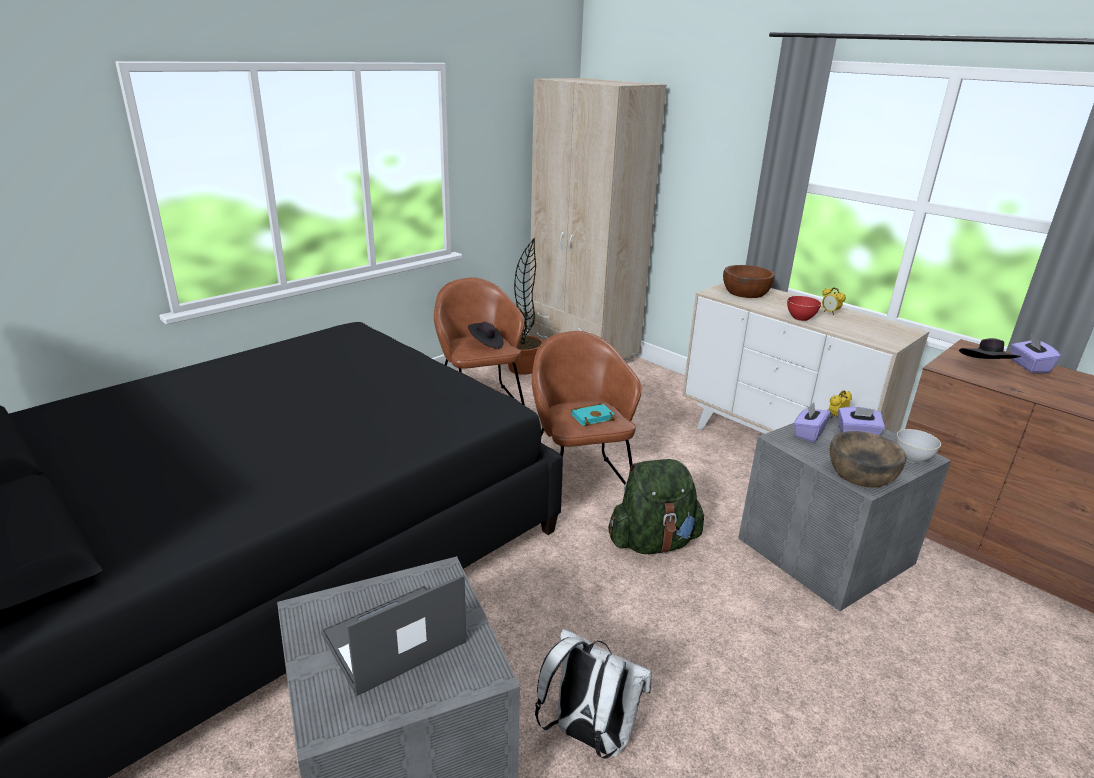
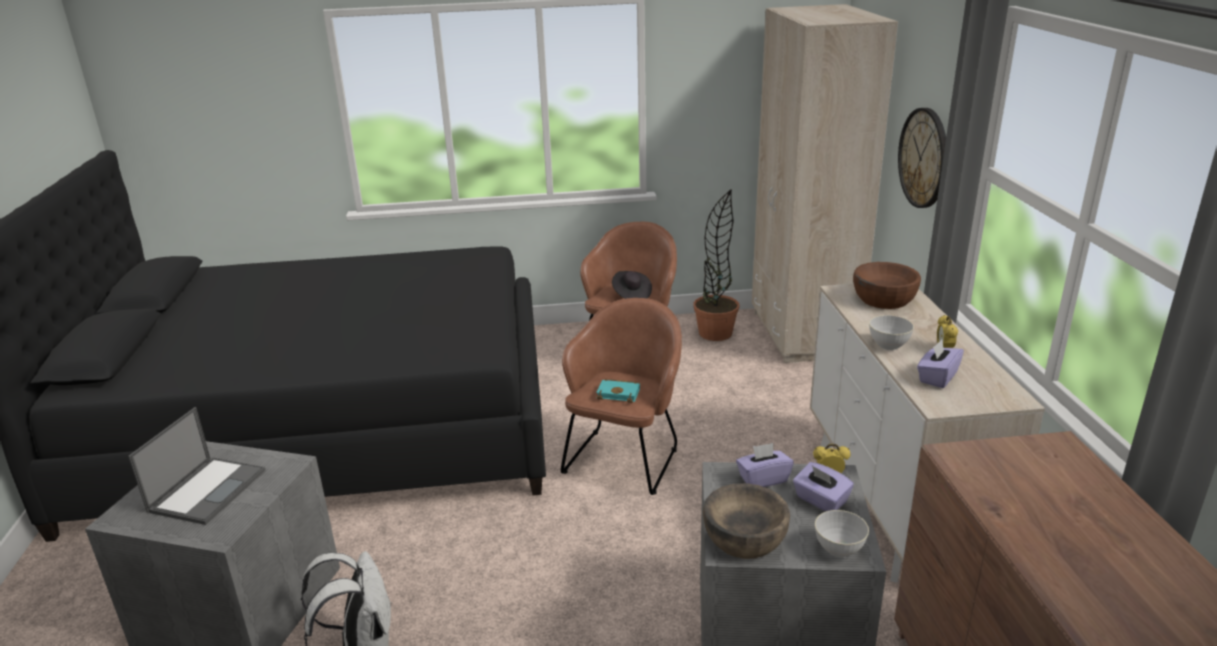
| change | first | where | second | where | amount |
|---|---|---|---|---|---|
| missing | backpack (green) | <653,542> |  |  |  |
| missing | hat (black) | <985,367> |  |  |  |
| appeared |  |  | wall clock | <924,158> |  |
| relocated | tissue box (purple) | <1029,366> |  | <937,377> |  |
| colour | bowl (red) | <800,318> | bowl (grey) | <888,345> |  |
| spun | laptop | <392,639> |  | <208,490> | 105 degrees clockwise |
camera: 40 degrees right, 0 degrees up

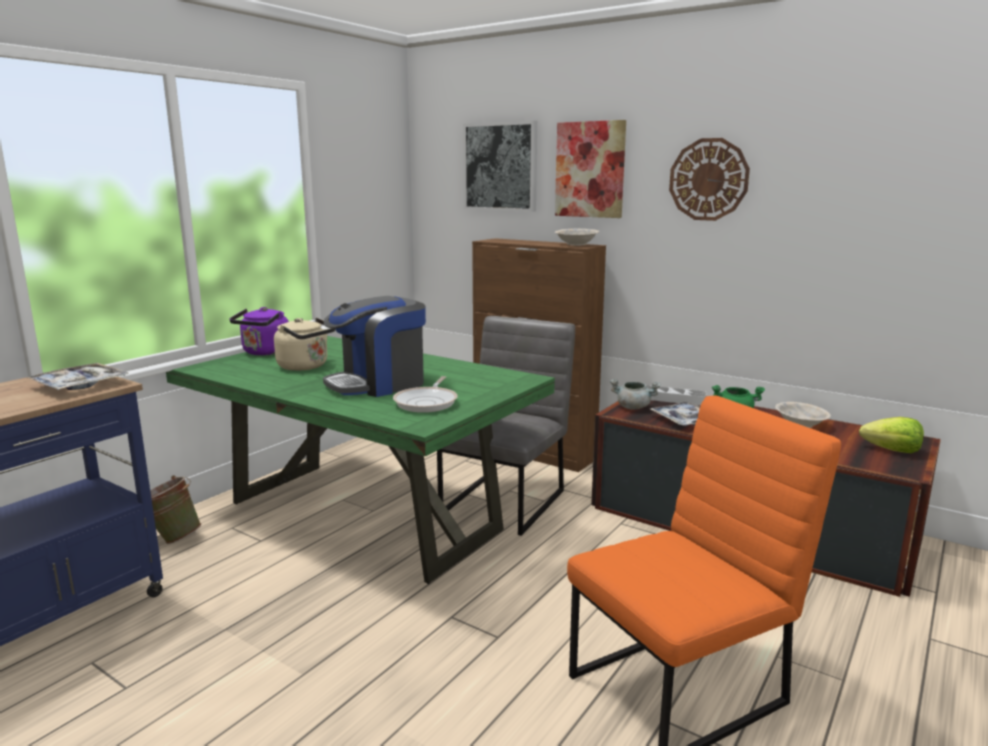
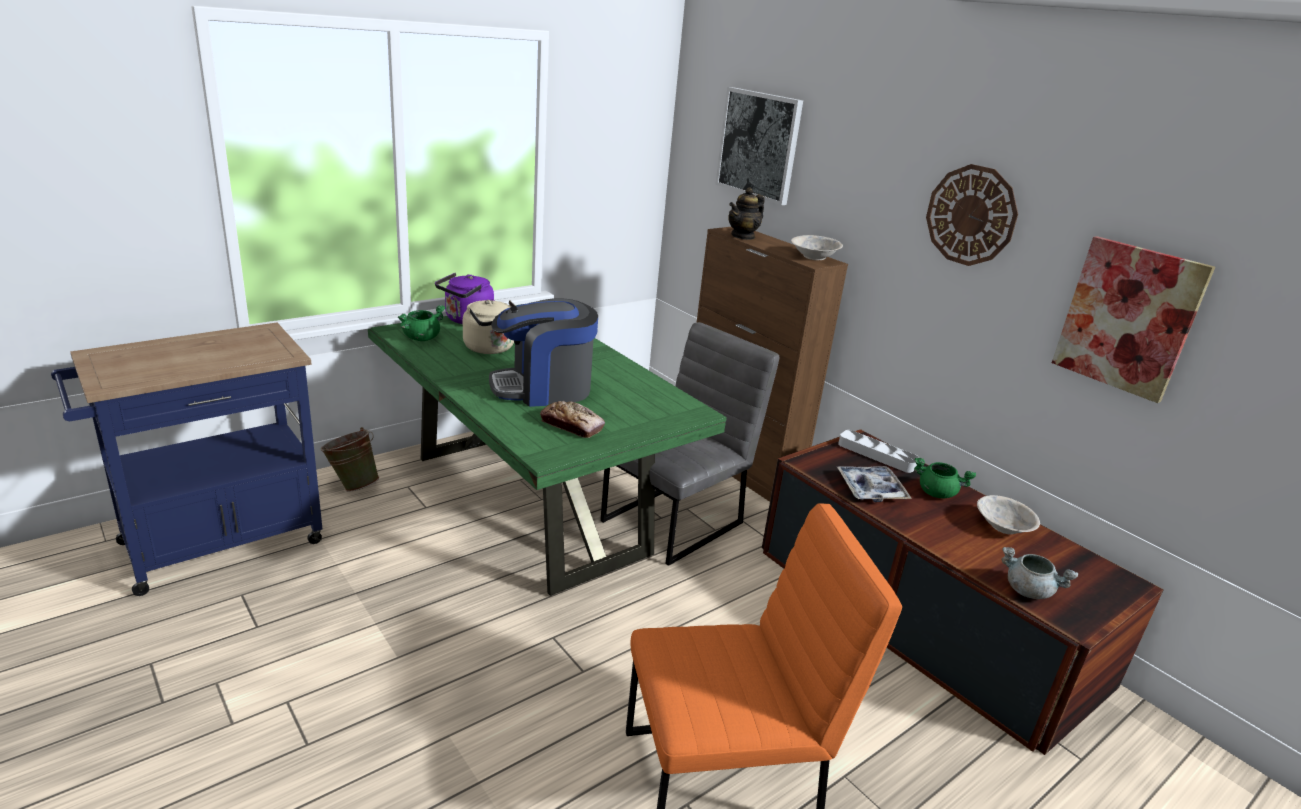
| change | first | where | second | where | amount |
|---|---|---|---|---|---|
| missing | tray | <80,385> |  |  |  |
| missing | lettuce | <892,450> |  |  |  |
| appeared |  |  | cooking pot (green) | <421,338> |  |
| appeared |  |  | teapot | <743,236> |  |
| relocated | picture | <590,169> |  | <1128,318> |  |
| relocated | cooking pot (grey) | <633,407> |  | <1028,590> |  |
| exchanged | frying pan | <427,402> | bread | <572,425> |  |
camera: 15 degrees right, 10 degrees up

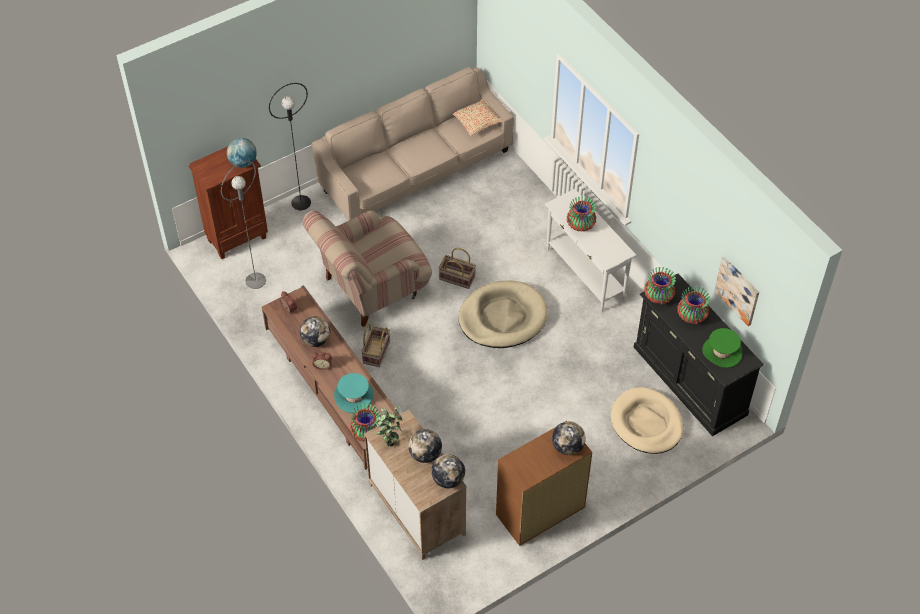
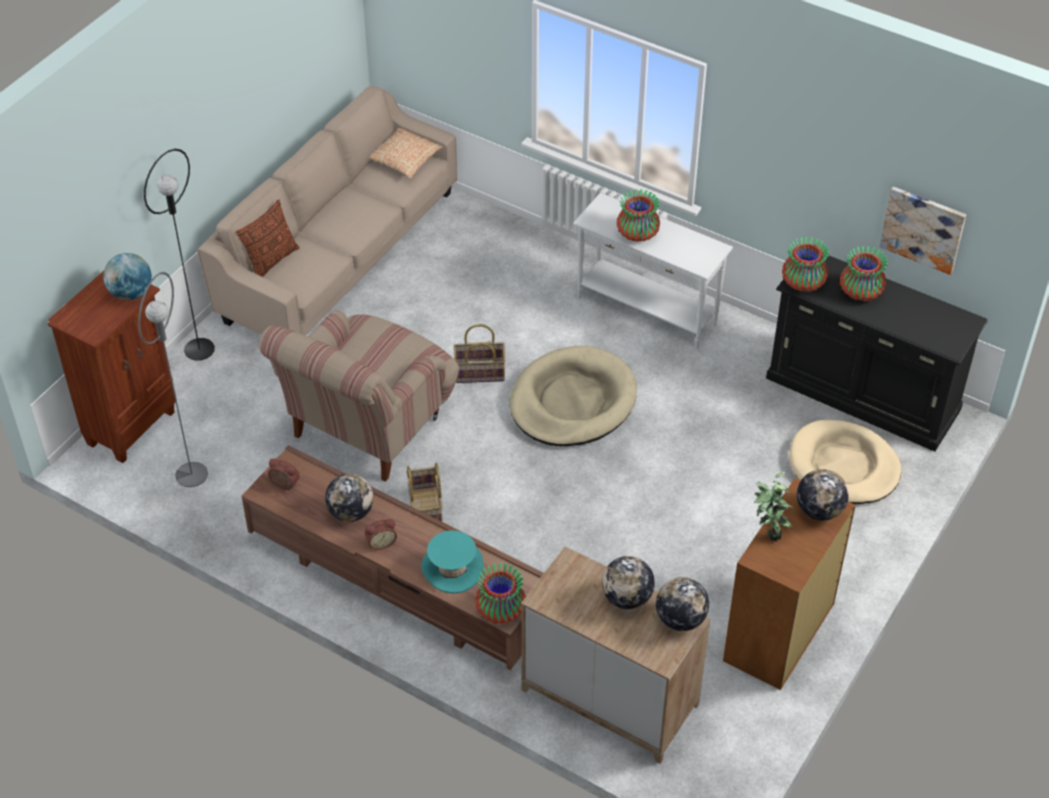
| change | first | where | second | where | amount |
|---|---|---|---|---|---|
| missing | hat (green) | <722,352> |  |  |  |
| appeared |  |  | pillow (brown) | <272,261> |  |
| relocated | potted plant | <389,439> |  | <768,531> |  |
camera: 25 degrees left, 5 degrees down

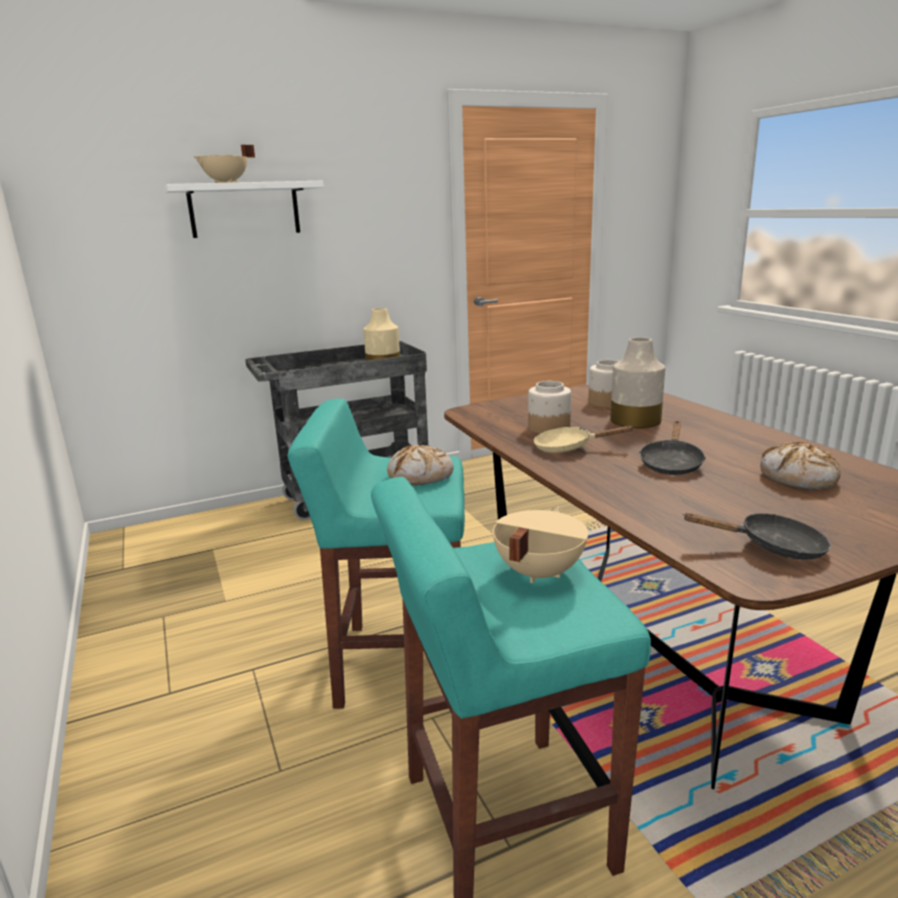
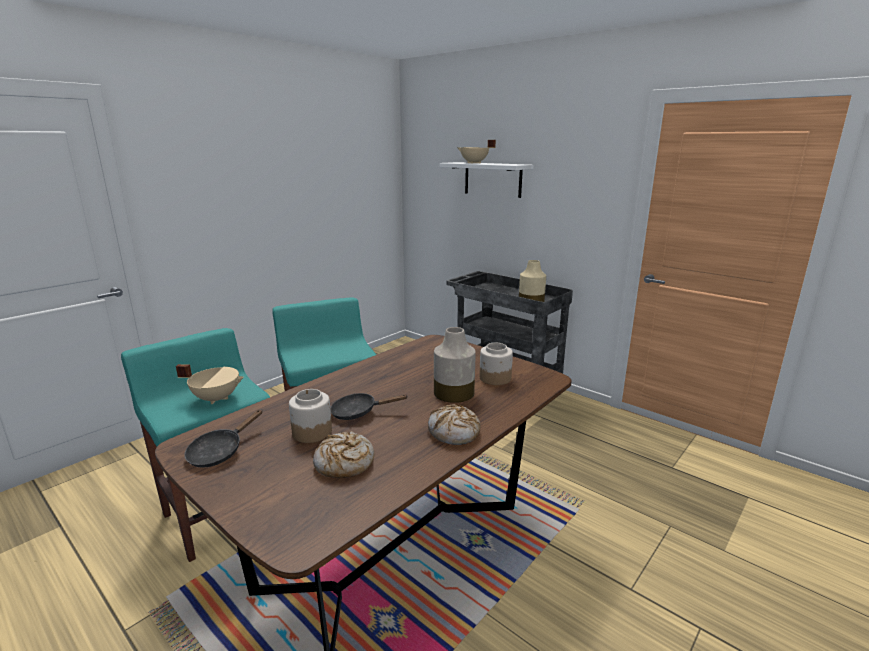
| change | first | where | second | where | amount |
|---|---|---|---|---|---|
| missing | frying pan (beige) | <568,447> |  |  |  |
| relocated | bread | <421,475> |  | <454,432> |  |
| relocated | jar | <548,428> |  | <312,432> |  |
| spun | frying pan (black) | <772,547> |  | <219,452> | 45 degrees clockwise |
camera: 65 degrees right, 0 degrees up

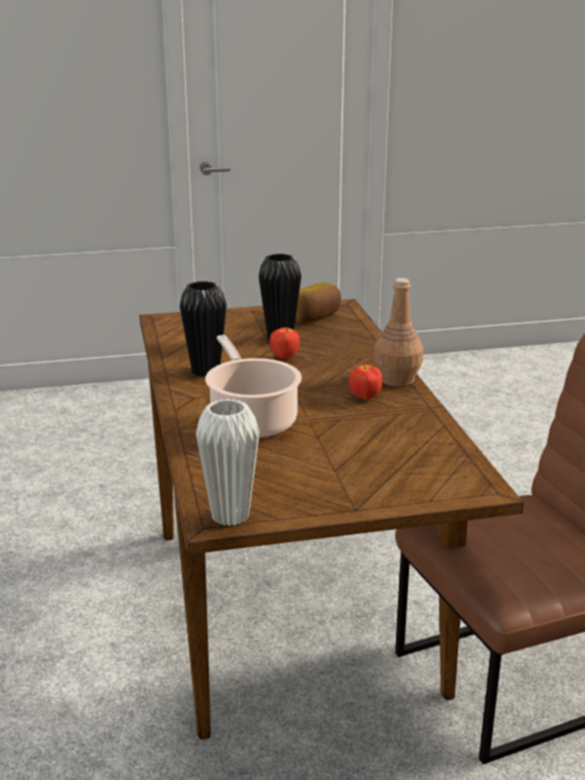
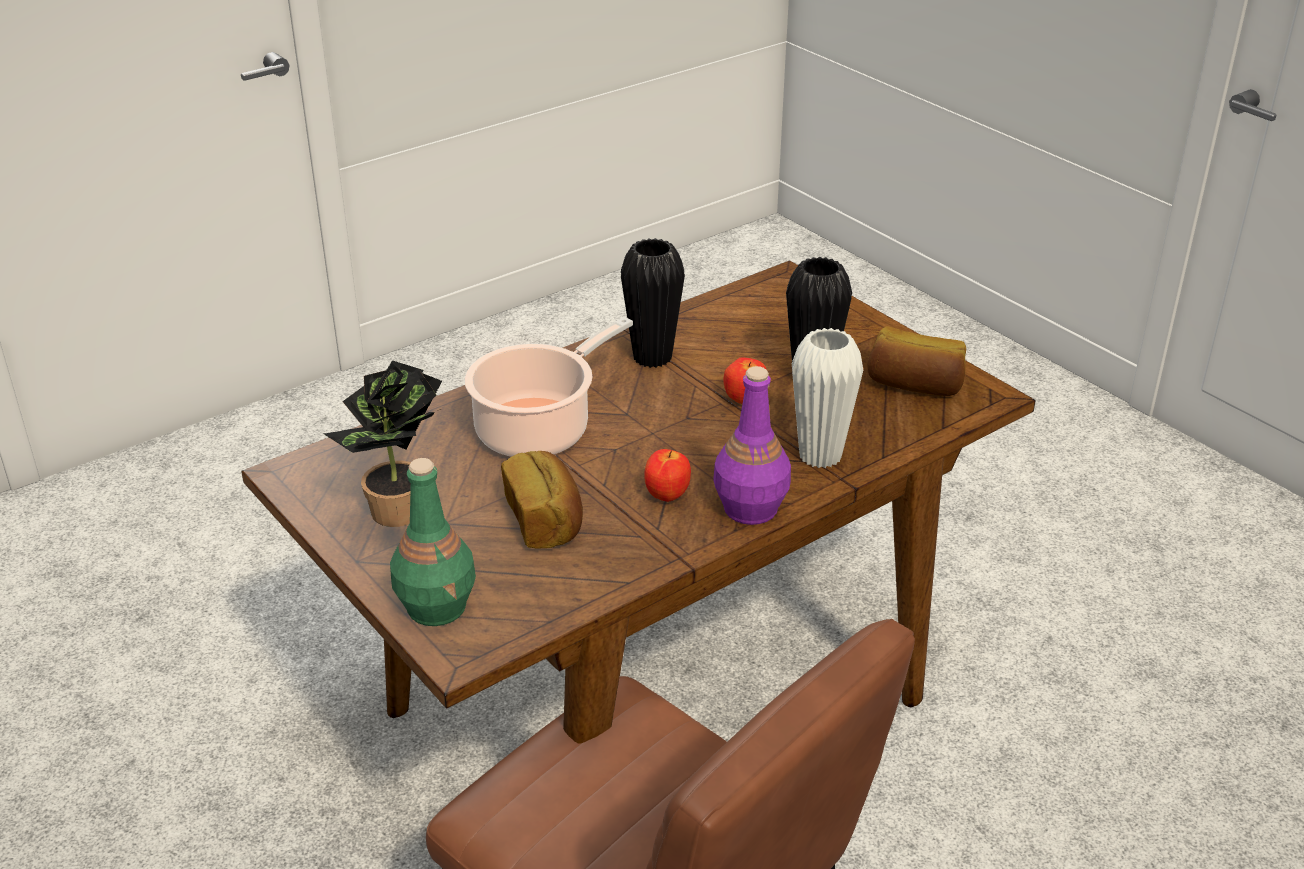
| change | first | where | second | where | amount |
|---|---|---|---|---|---|
| appeared |  |  | potted plant | <400,515> |  |
| appeared |  |  | bottle (green) | <437,607> |  |
| appeared |  |  | bread | <545,520> |  |
| relocated | vase (white) | <230,516> |  | <820,456> |  |
| colour | bottle (brown) | <397,380> | bottle (purple) | <749,509> |  |
camera: 65 degrees right, 10 degrees up

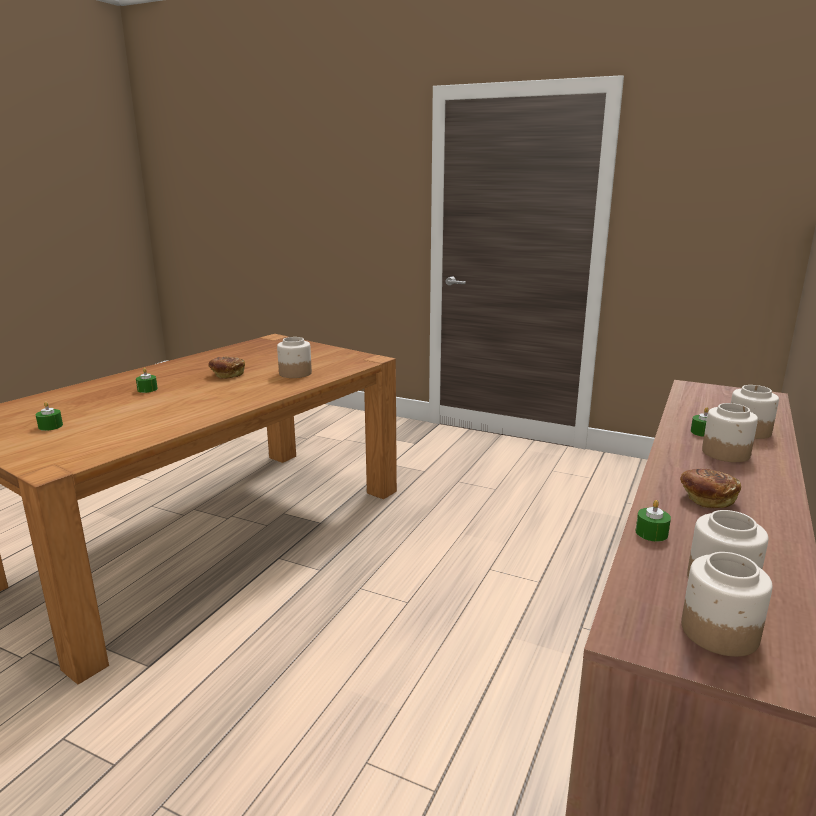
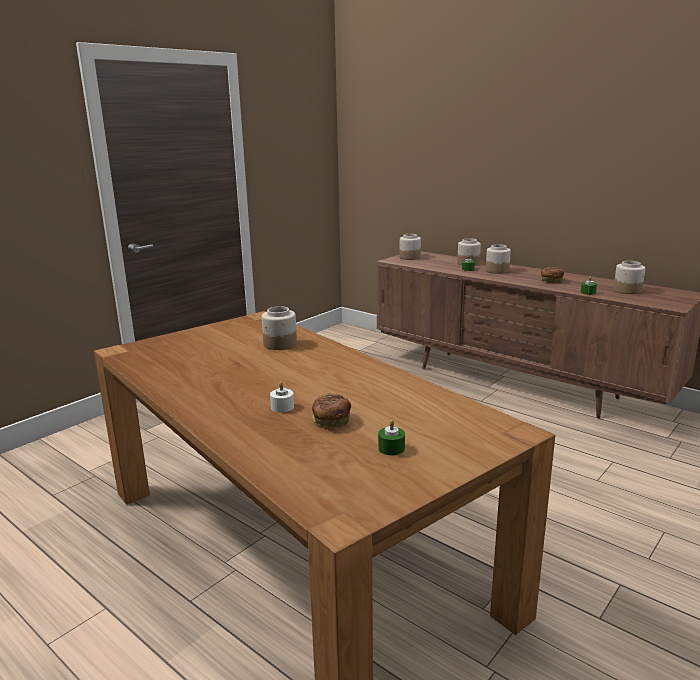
| change | first | where | second | where | amount |
|---|---|---|---|---|---|
| relocated | bread | <227,375> |  | <331,420> |  |
| relocated | jar | <718,632> |  | <409,257> |  |
| colour | candle (green) | <147,389> | candle (white) | <282,407> |  |
camera: 75 degrees left, 0 degrees up

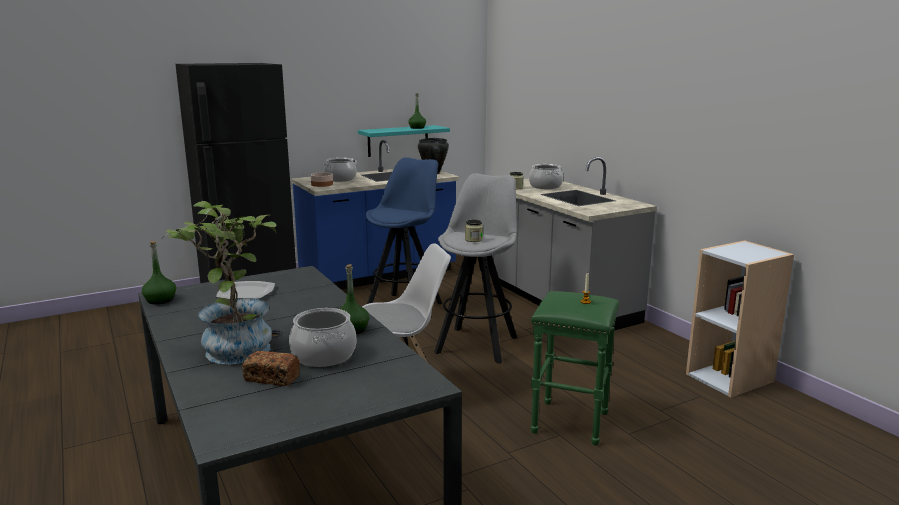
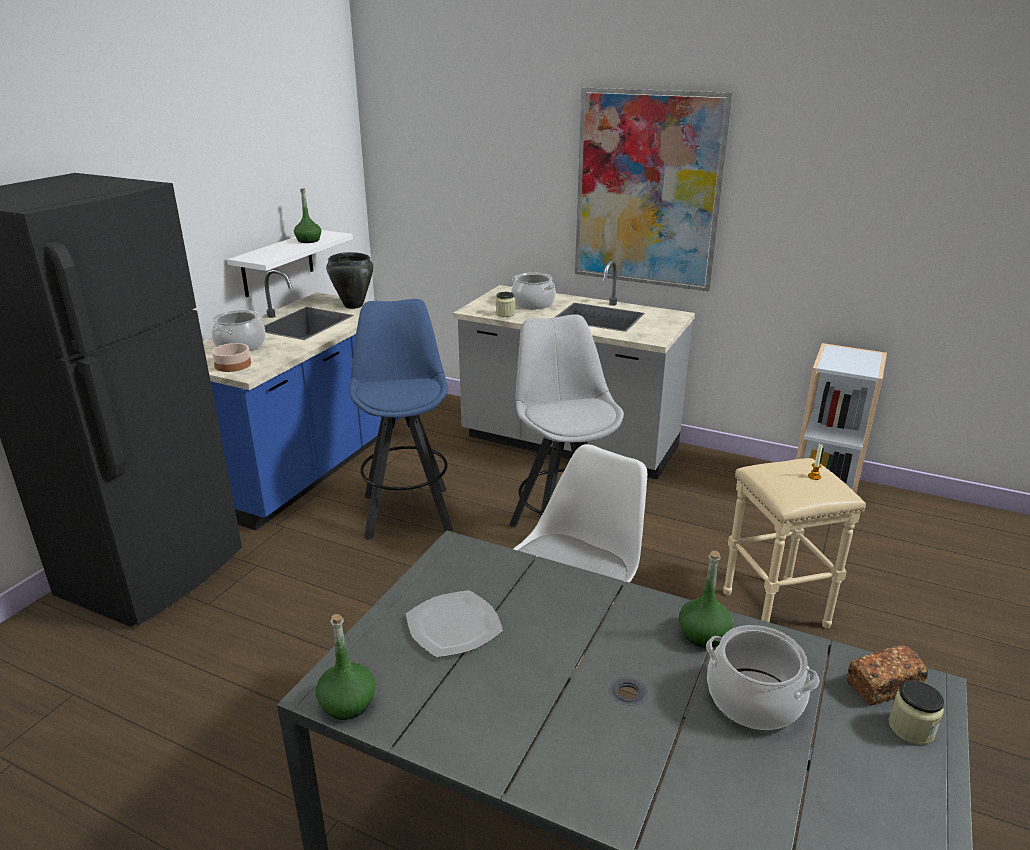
| change | first | where | second | where | amount |
|---|---|---|---|---|---|
| missing | potted plant | <234,346> |  |  |  |
| appeared |  |  | picture | <647,190> |  |
| relocated | bread | <272,378> |  | <883,686> |  |
| relocated | jar | <473,239> |  | <911,728> |  |
| colour | shelf (turquoise) | <398,140> | shelf (white) | <278,263> |  |
| colour | stool (green) | <571,423> | stool (beige) | <777,609> |  |
camera: 35 degrees left, 10 degrees up

